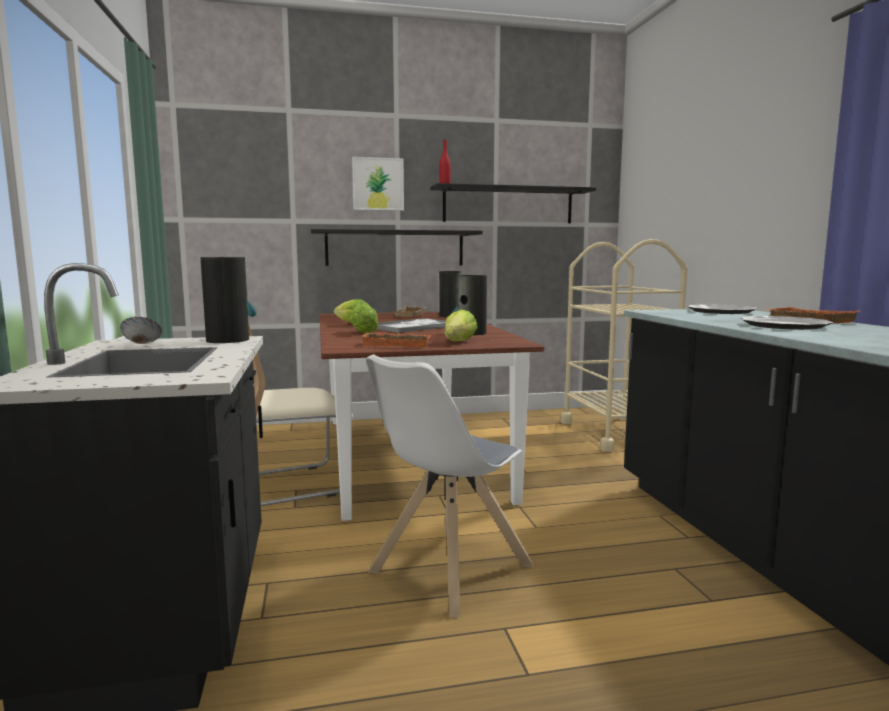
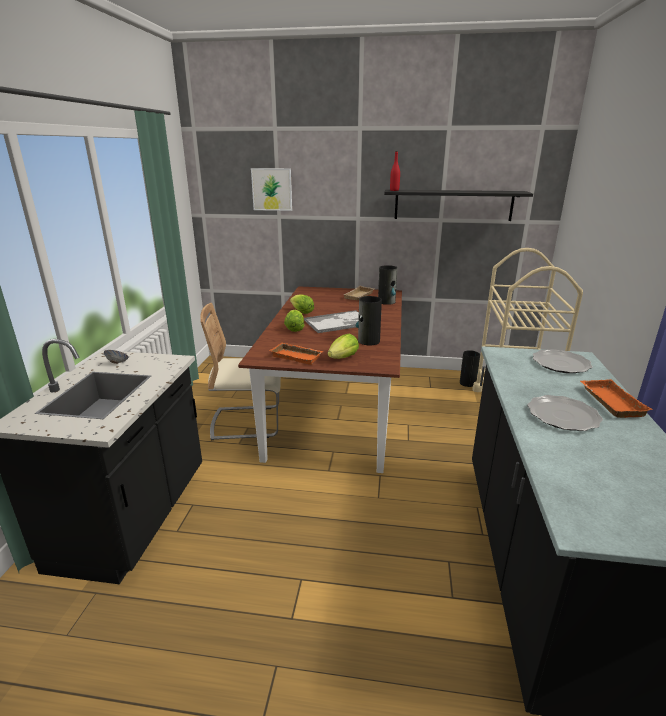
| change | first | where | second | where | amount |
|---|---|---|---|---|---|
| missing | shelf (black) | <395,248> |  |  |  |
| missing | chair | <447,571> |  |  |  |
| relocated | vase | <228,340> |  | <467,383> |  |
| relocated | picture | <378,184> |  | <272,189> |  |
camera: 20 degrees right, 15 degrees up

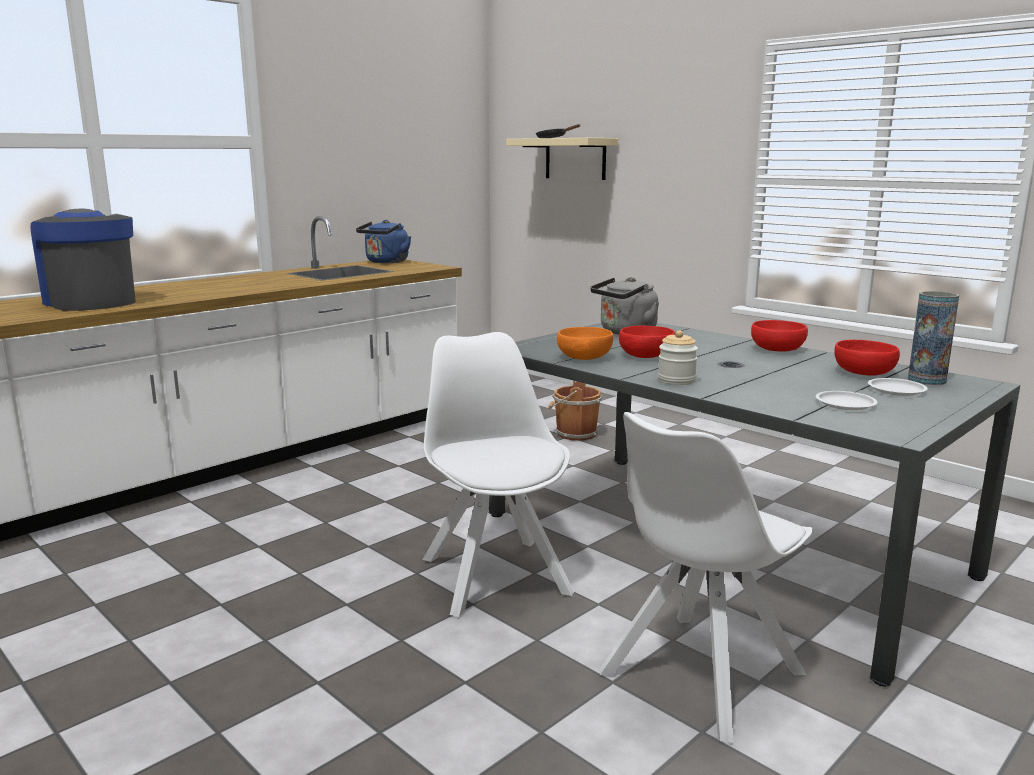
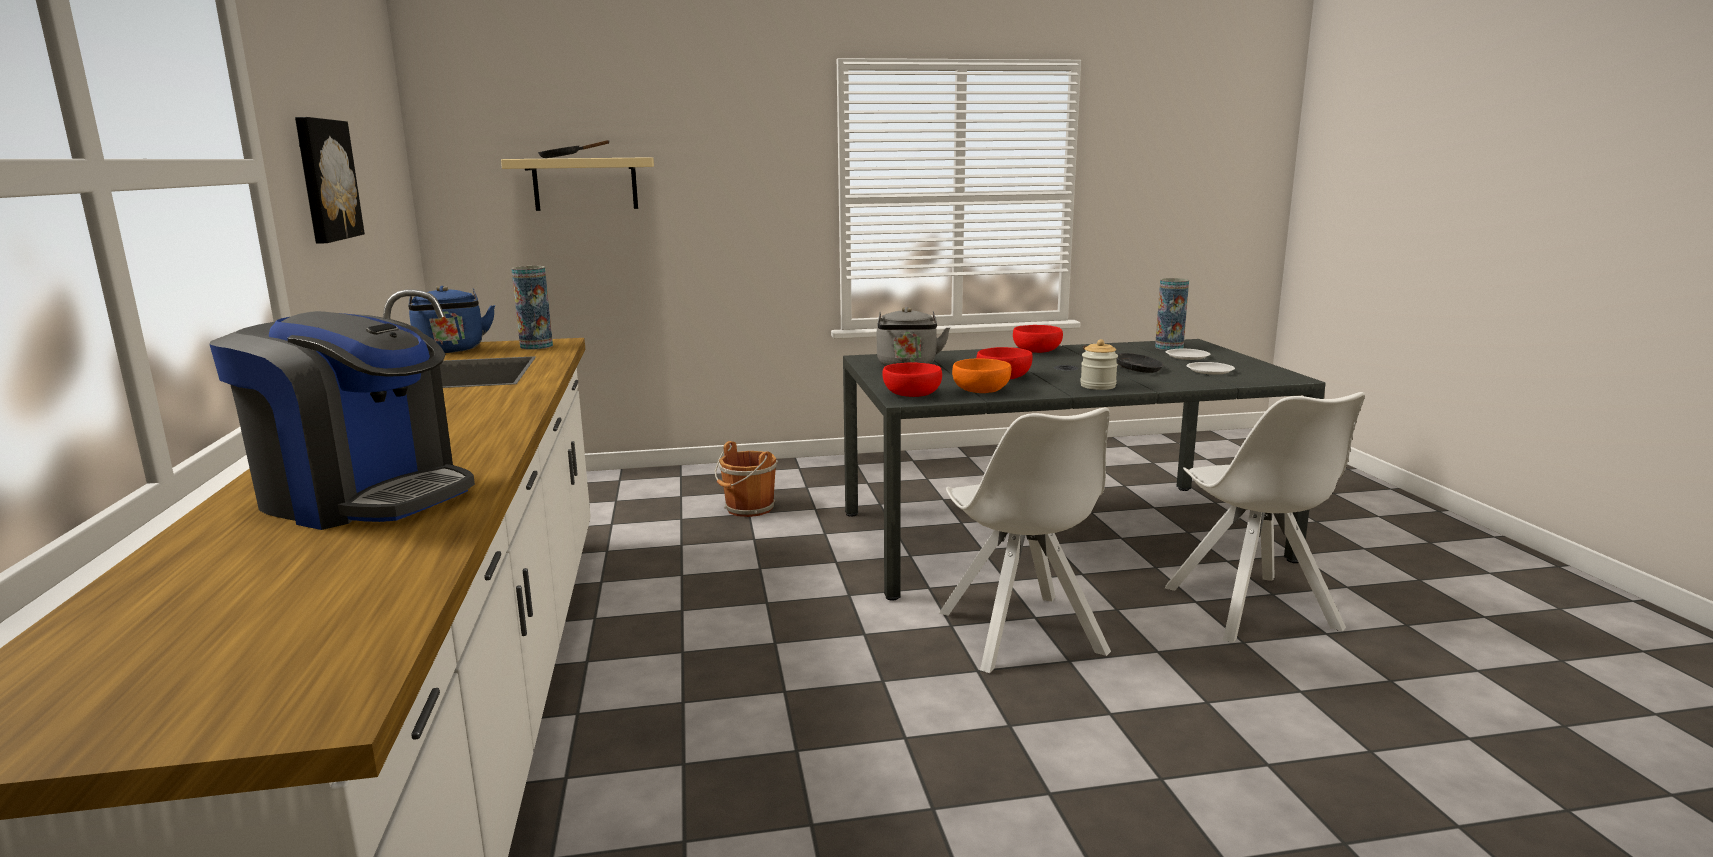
| change | first | where | second | where | amount |
|---|---|---|---|---|---|
| appeared |  |  | picture | <325,180> |  |
| appeared |  |  | vase | <536,346> |  |
| appeared |  |  | frying pan (black) | <1132,369> |  |
| relocated | bowl (red) | <863,373> |  | <912,395> |  |
| spun | coffee machine | <91,302> |  | <363,496> | 150 degrees counterclockwise |
| spun | chair (white) | <495,574> |  | <1021,634> | 120 degrees counterclockwise |
camera: 55 degrees left, 0 degrees up

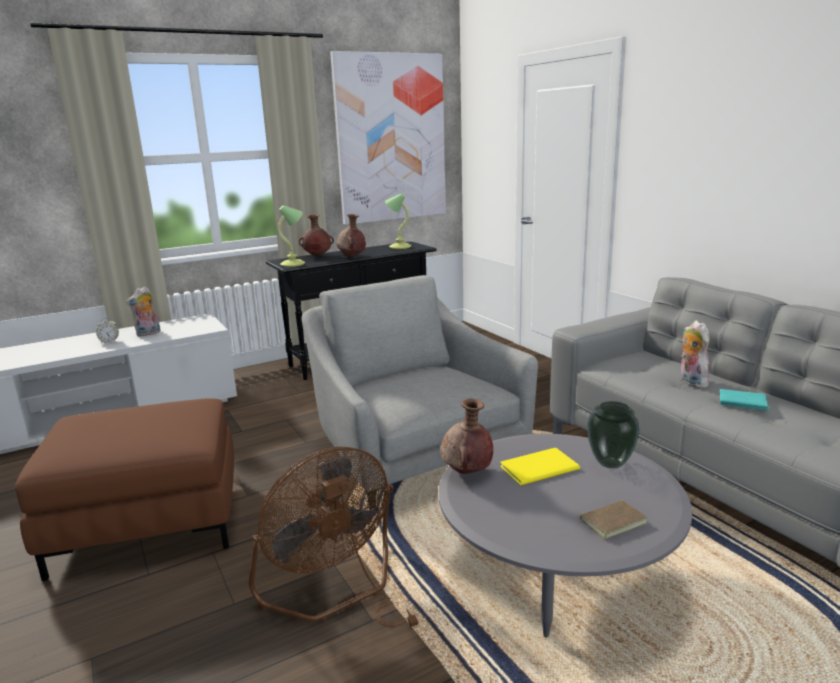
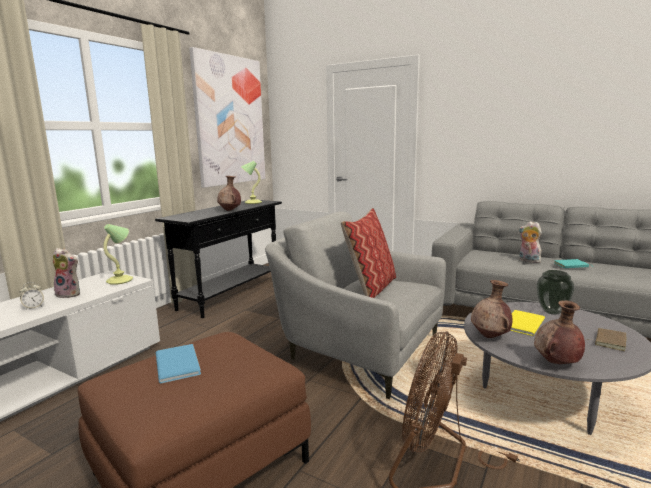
| change | first | where | second | where | amount |
|---|---|---|---|---|---|
| appeared |  |  | book (blue) | <179,363> |  |
| appeared |  |  | pillow | <371,288> |  |
| relocated | table lamp | <294,264> |  | <121,280> |  |
| relocated | vase (brown) | <317,256> |  | <556,363> |  |
| spun | plush toy | <148,333> |  | <70,294> | 90 degrees counterclockwise |
camera: 30 degrees left, 5 degrees down

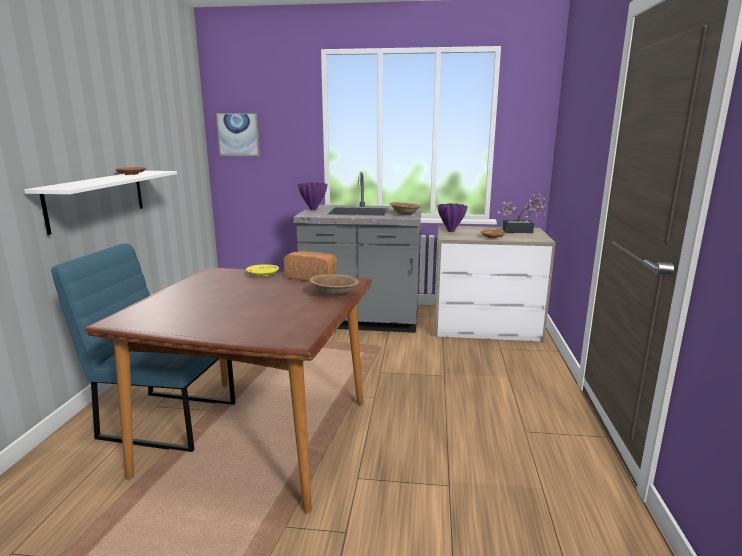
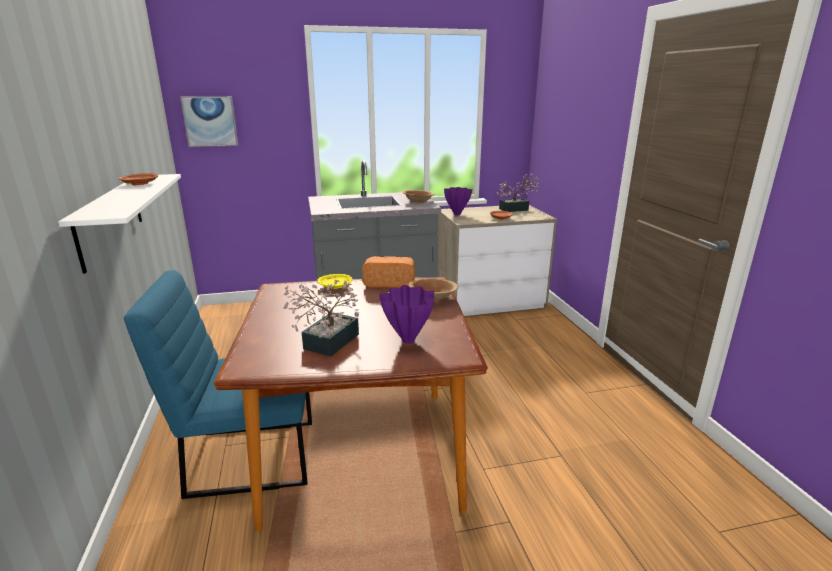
| change | first | where | second | where | amount |
|---|---|---|---|---|---|
| appeared |  |  | potted plant | <327,344> |  |
| relocated | vase (purple) | <313,209> |  | <408,340> |  |
camera: 20 degrees left, 5 degrees up

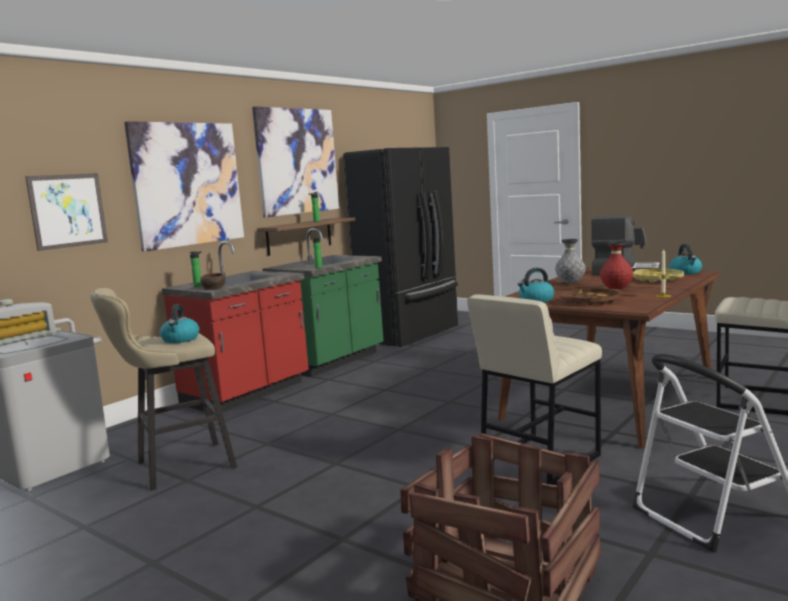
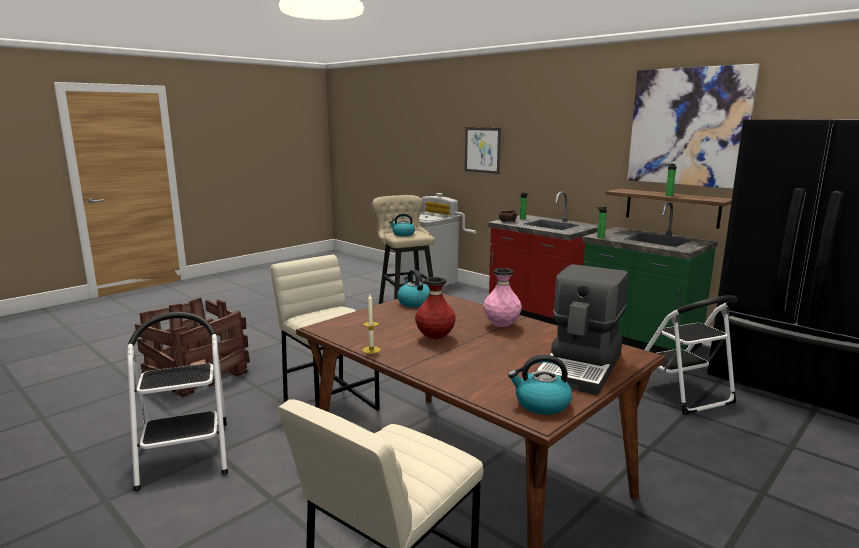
| change | first | where | second | where | amount |
|---|---|---|---|---|---|
| missing | picture | <187,184> |  |  |  |
| missing | tray (brown) | <590,301> |  |  |  |
| missing | tray (yellow) | <657,279> |  |  |  |
| appeared |  |  | step ladder | <680,392> |  |
| colour | vase (grey) | <570,283> | vase (pink) | <501,326> |  |
camera: 95 degrees right, 5 degrees up

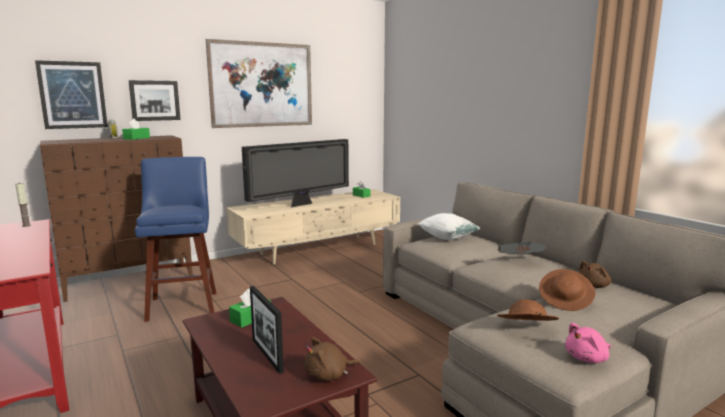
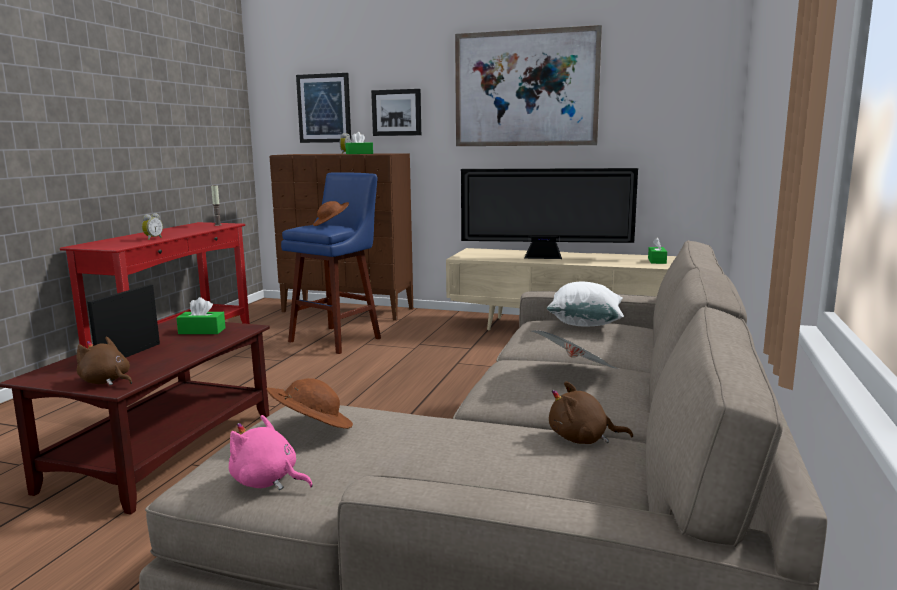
| change | first | where | second | where | amount |
|---|---|---|---|---|---|
| appeared |  |  | alarm clock | <152,238> |  |
| relocated | hat (brown) | <566,301> |  | <331,224> |  |
camera: 50 degrees right, 0 degrees up

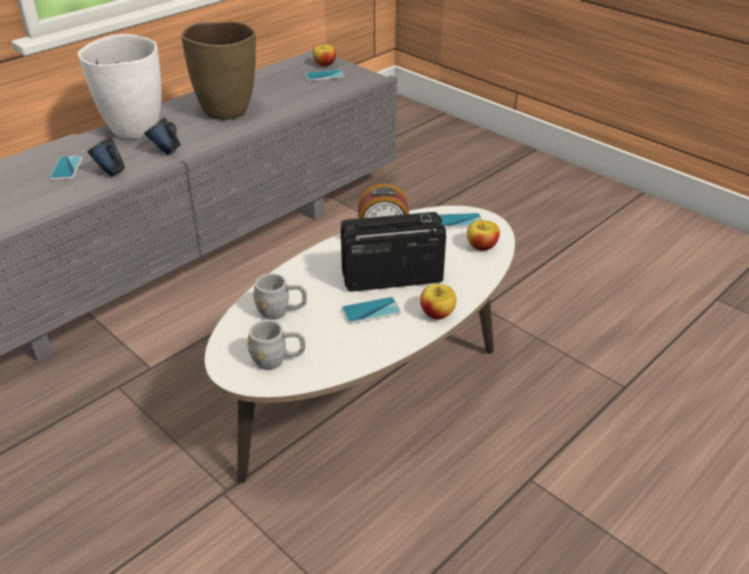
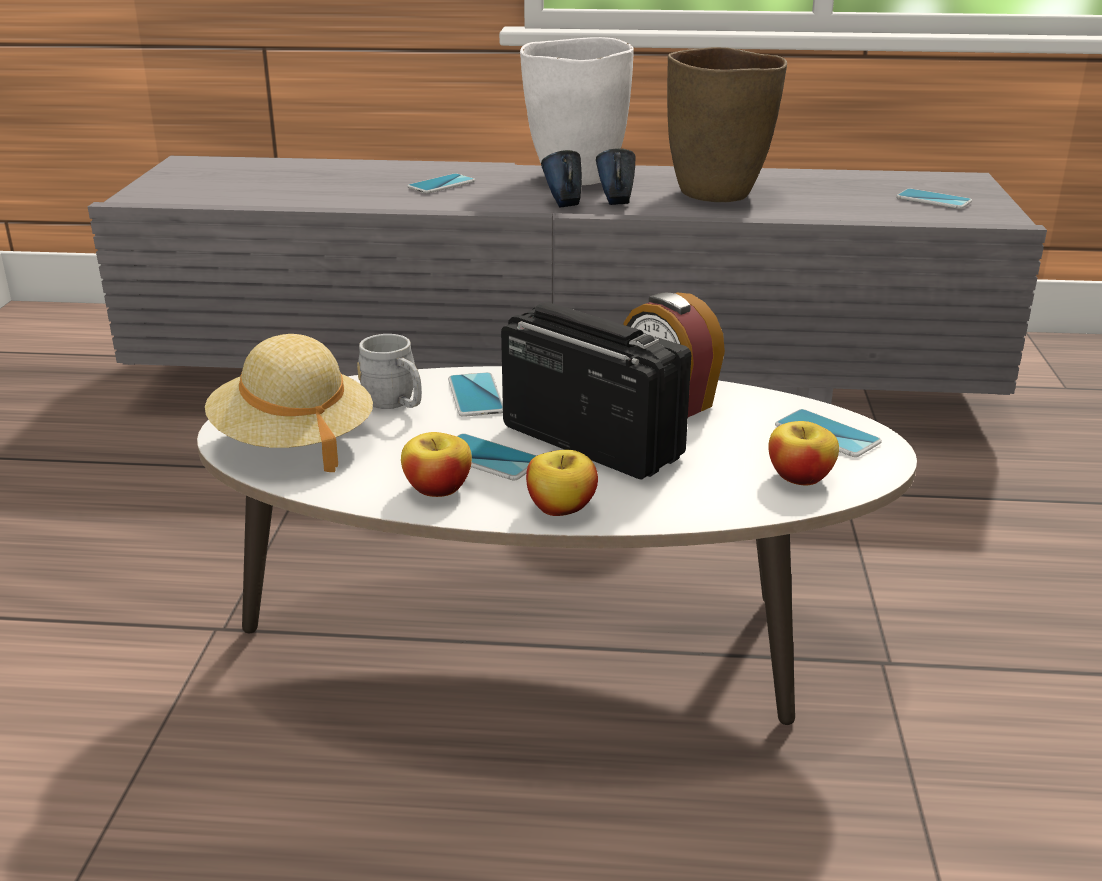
| change | first | where | second | where | amount |
|---|---|---|---|---|---|
| appeared |  |  | phone | <476,396> |  |
| relocated | mug (blue) | <111,173> |  | <615,202> |  |
| relocated | apple | <325,64> |  | <437,489> |  |
| exchanged | mug (grey) | <278,360> | hat (beige) | <293,441> |  |
camera: 50 degrees right, 10 degrees down

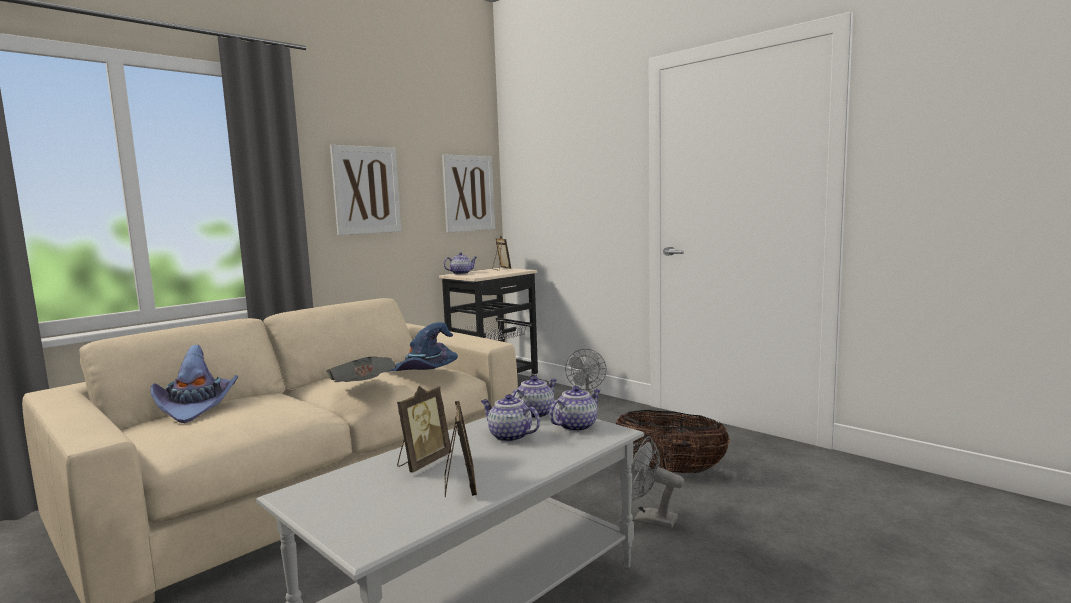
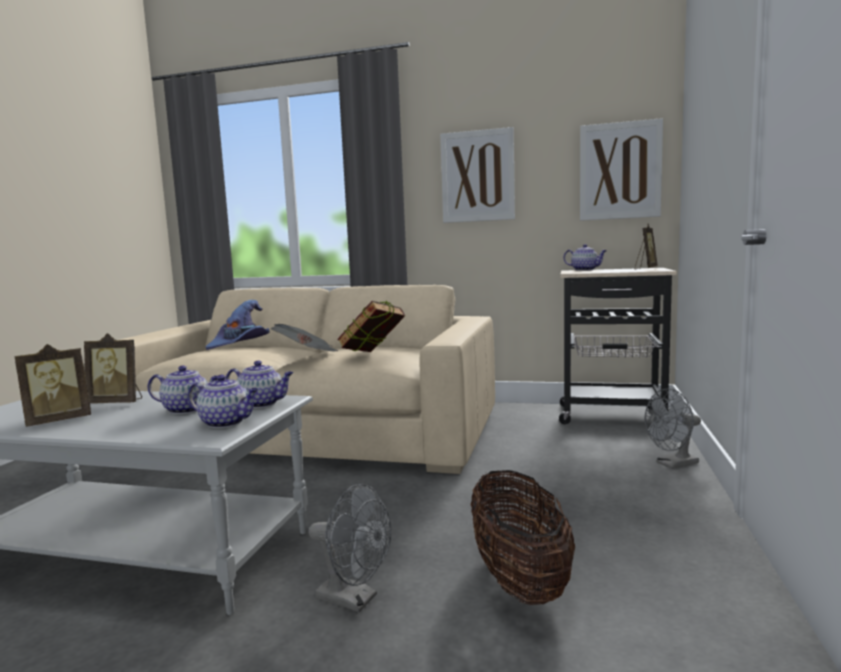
| change | first | where | second | where | amount |
|---|---|---|---|---|---|
| exchanged | hat (blue) | <423,372> | book | <373,355> |  |
| spun | teapot | <509,436> |  | <188,409> | 90 degrees clockwise |
| spun | fan (grey) | <648,519> |  | <354,599> | 120 degrees clockwise |
camera: 60 degrees right, 0 degrees up

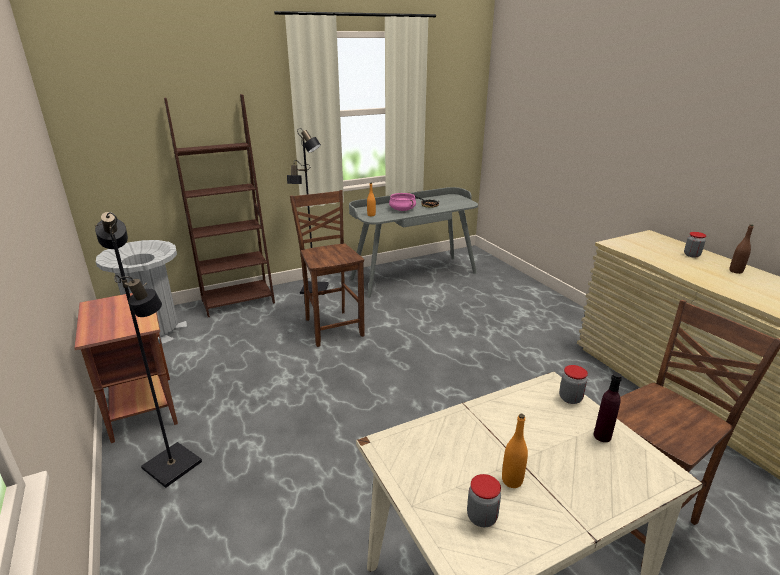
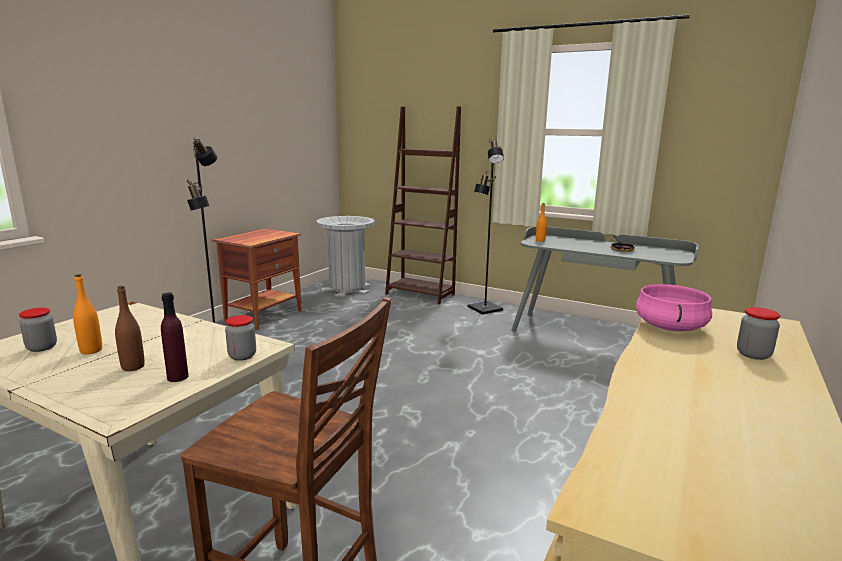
| change | first | where | second | where | amount |
|---|---|---|---|---|---|
| missing | chair (brown) | <333,327> |  |  |  |
| relocated | cooking pot (pink) | <402,209> |  | <669,326> |  |
| relocated | bottle (brown) | <736,271> |  | <133,367> |  |
camera: 55 degrees right, 10 degrees down

